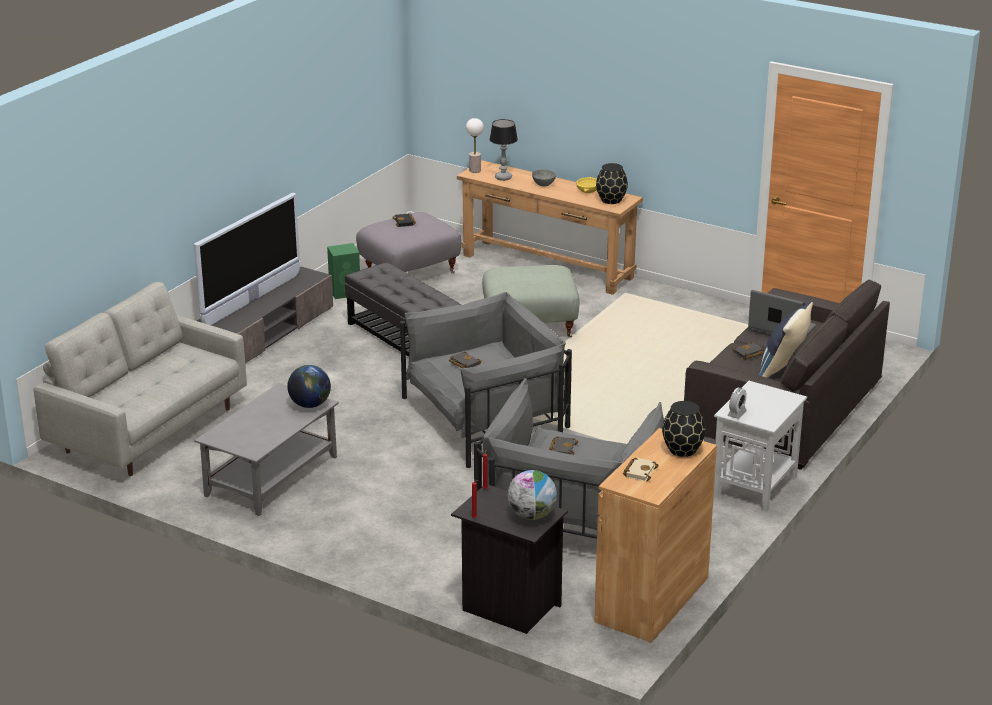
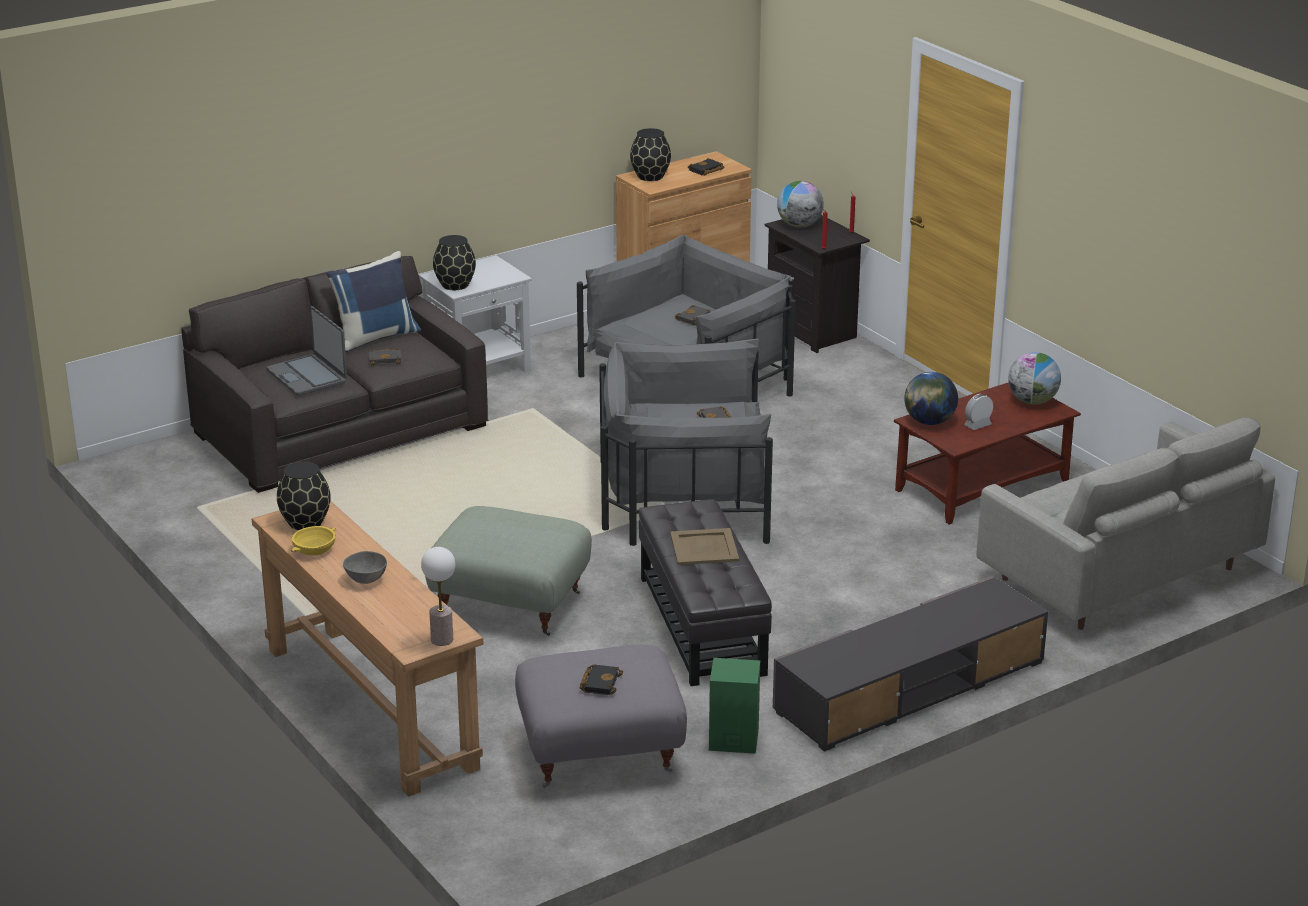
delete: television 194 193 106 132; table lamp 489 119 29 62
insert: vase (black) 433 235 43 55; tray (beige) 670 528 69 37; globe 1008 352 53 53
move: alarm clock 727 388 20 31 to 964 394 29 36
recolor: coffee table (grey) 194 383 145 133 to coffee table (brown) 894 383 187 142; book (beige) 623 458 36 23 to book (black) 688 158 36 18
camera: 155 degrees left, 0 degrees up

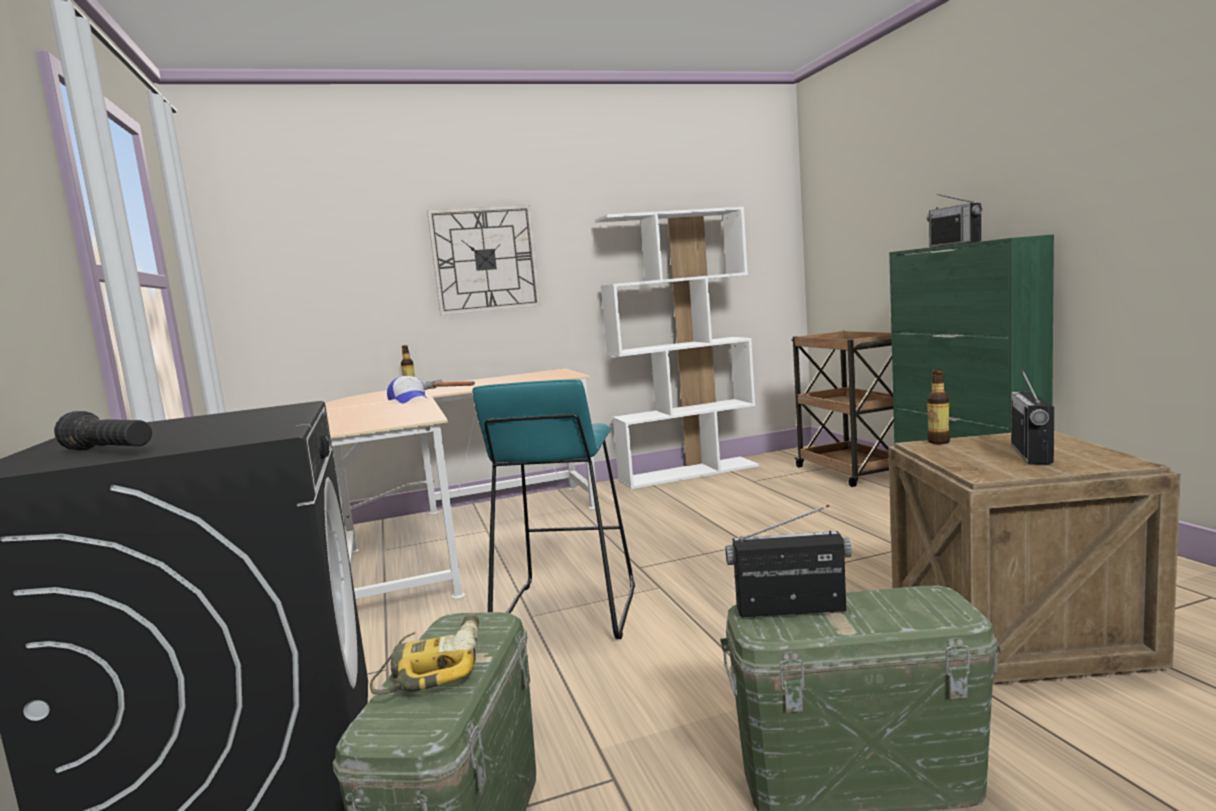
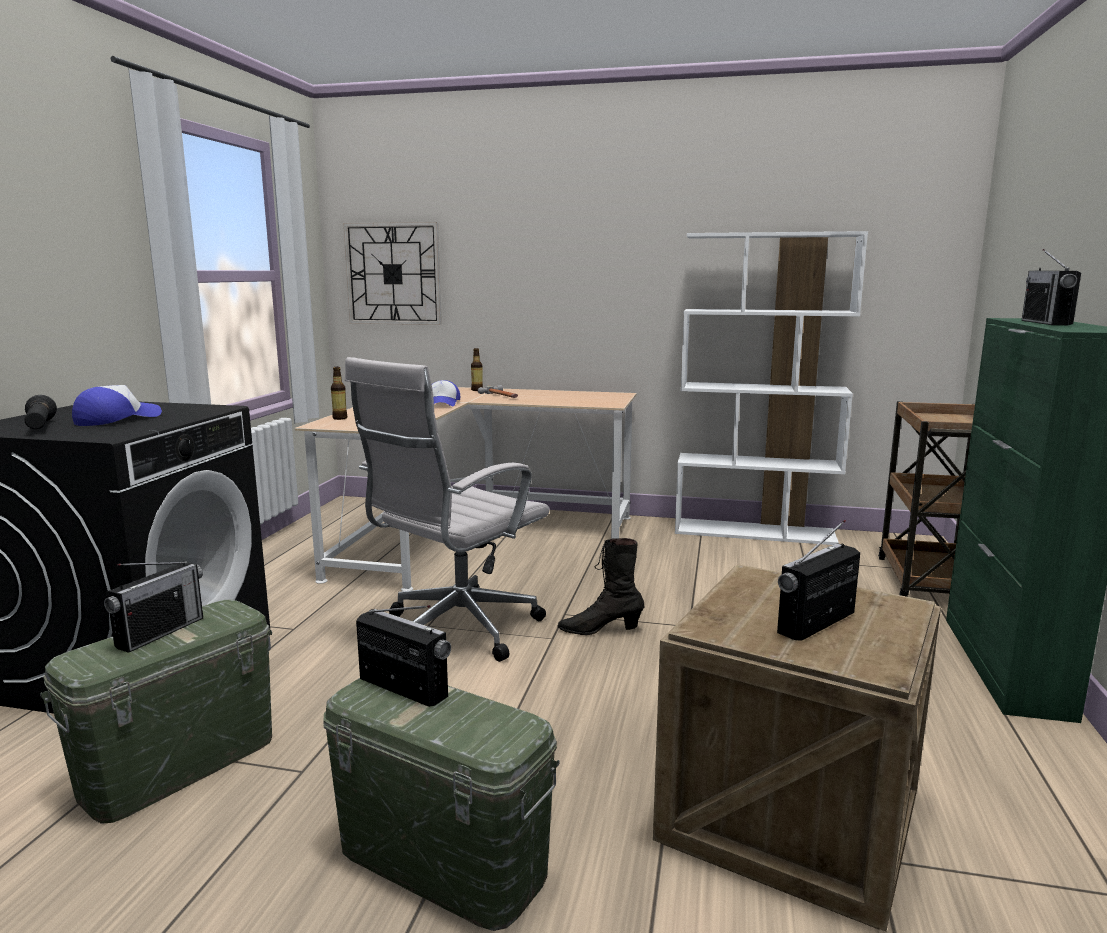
insert: cap 72 385 90 41; boot (black) 557 538 87 97
move: wall clock 427 205 114 110 to 343 222 99 103; bottle 927 369 23 75 to 331 367 16 53
replace: power drill 370 614 109 80 to radio 104 561 99 92; stool (turquoise) 472 379 163 260 to office chair (white) 345 357 204 305
camera: 30 degrees right, 5 degrees up

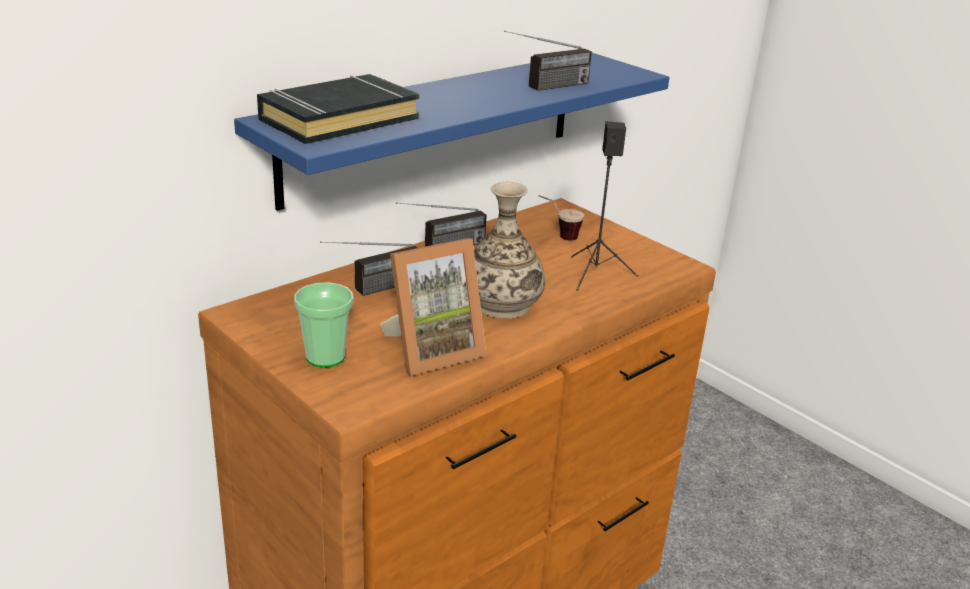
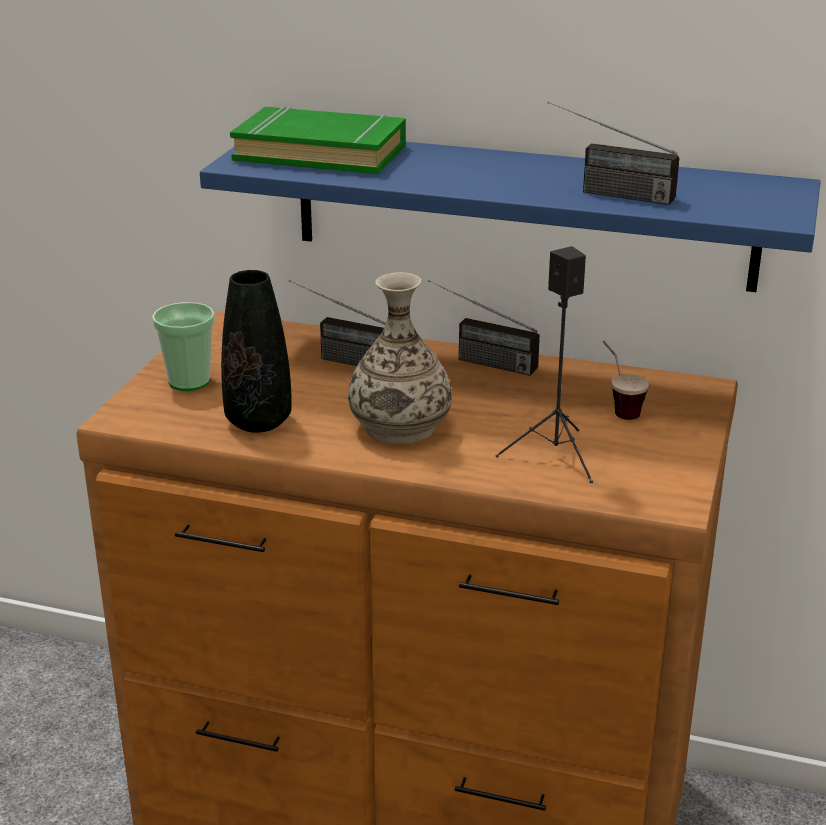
replace: picture frame 380 238 106 138 to vase (black) 221 270 71 163
recolor: book (black) 257 74 163 70 to book (green) 230 106 176 68
camera: 60 degrees right, 0 degrees up

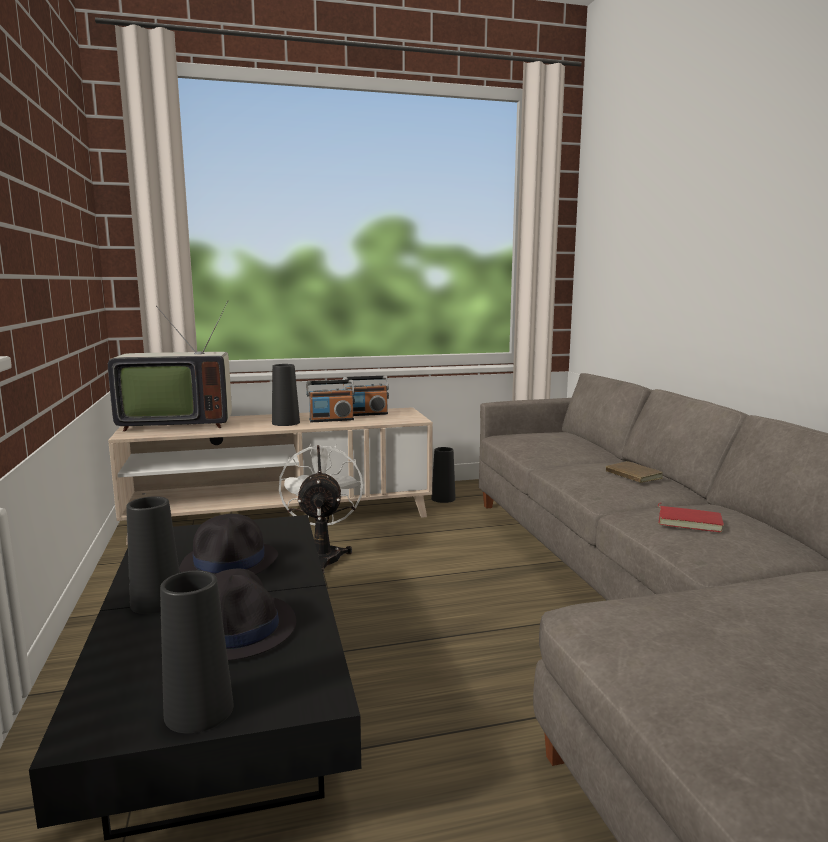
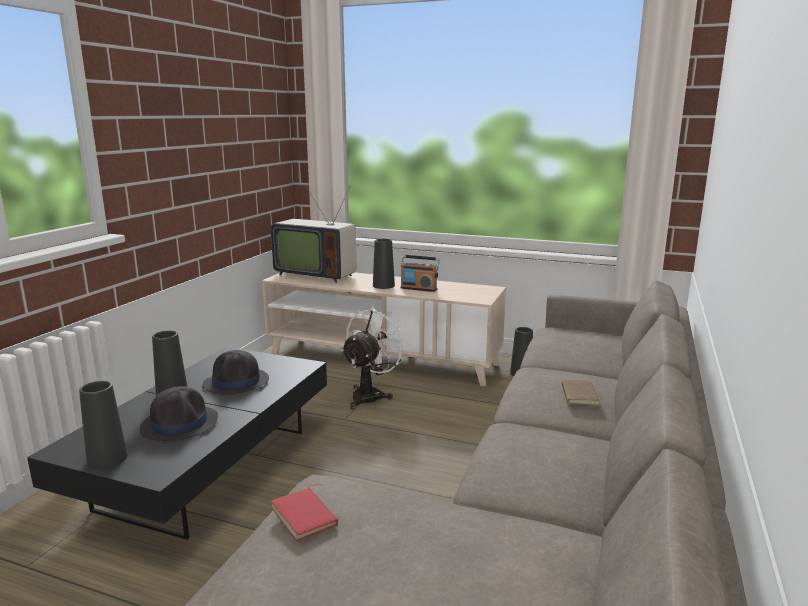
delete: radio 343 376 46 40
move: book (red) 658 503 66 30 to 271 484 67 57
camera: 35 degrees right, 5 degrees up

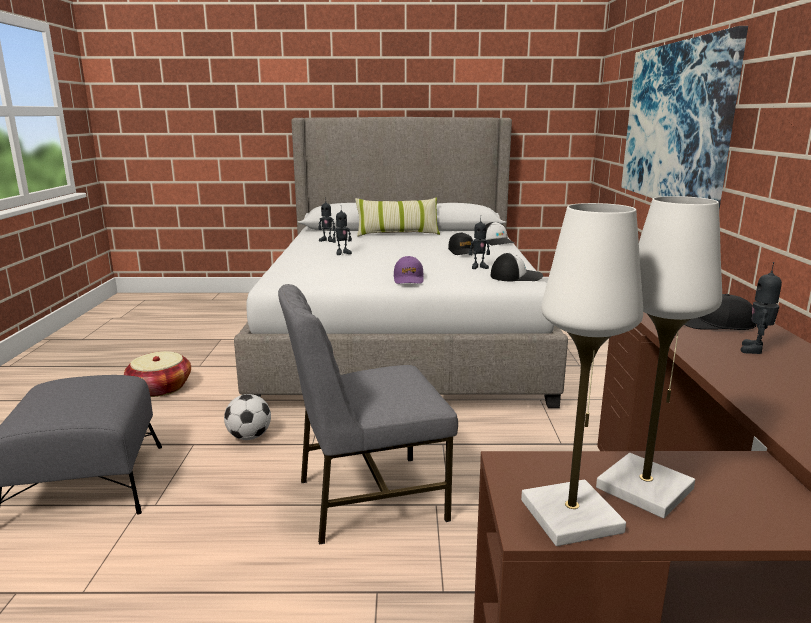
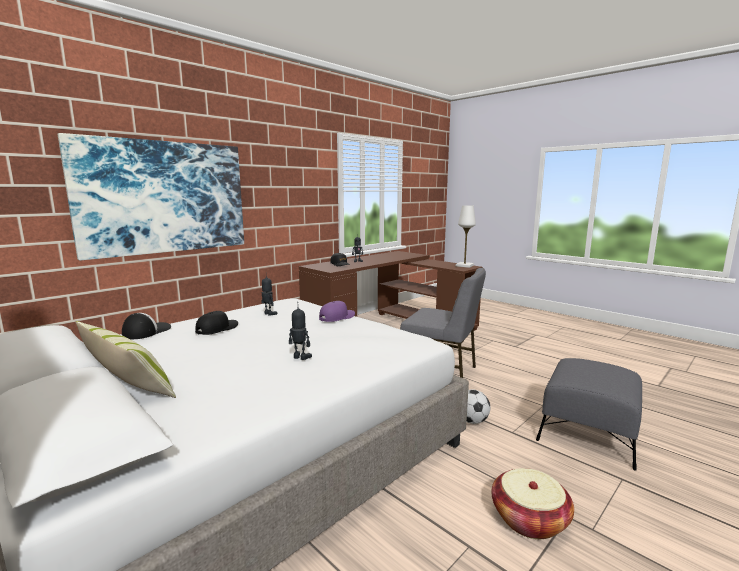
delete: toy robot 318 197 17 45; cap 491 253 52 28; table lamp (white) 596 196 126 322
camera: 135 degrees left, 5 degrees down

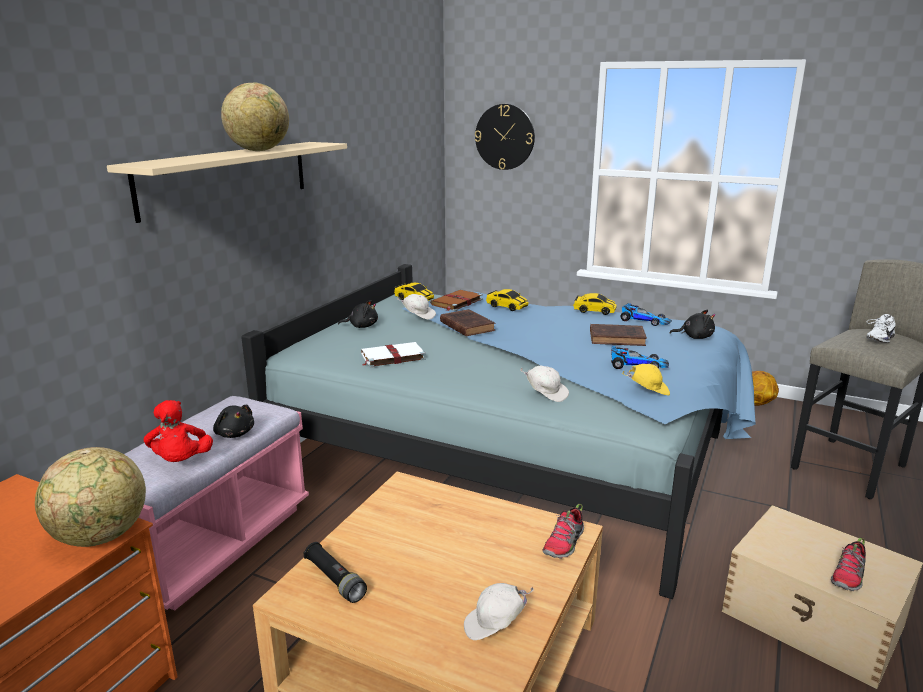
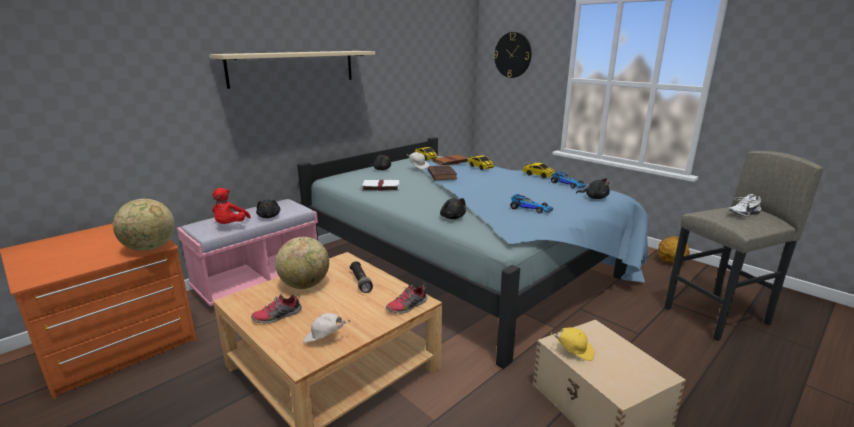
delete: book (brown) 590 324 57 22
move: globe 221 82 68 69 to 276 237 53 52; flashlight (black) 303 542 64 61 to 350 261 23 32; cap (yellow) 622 364 48 31 to 550 327 44 34; shoe 831 538 35 53 to 251 294 51 30
replace: cap (white) 520 366 49 36 to plush toy (black) 440 198 26 21
camera: 20 degrees right, 0 degrees up

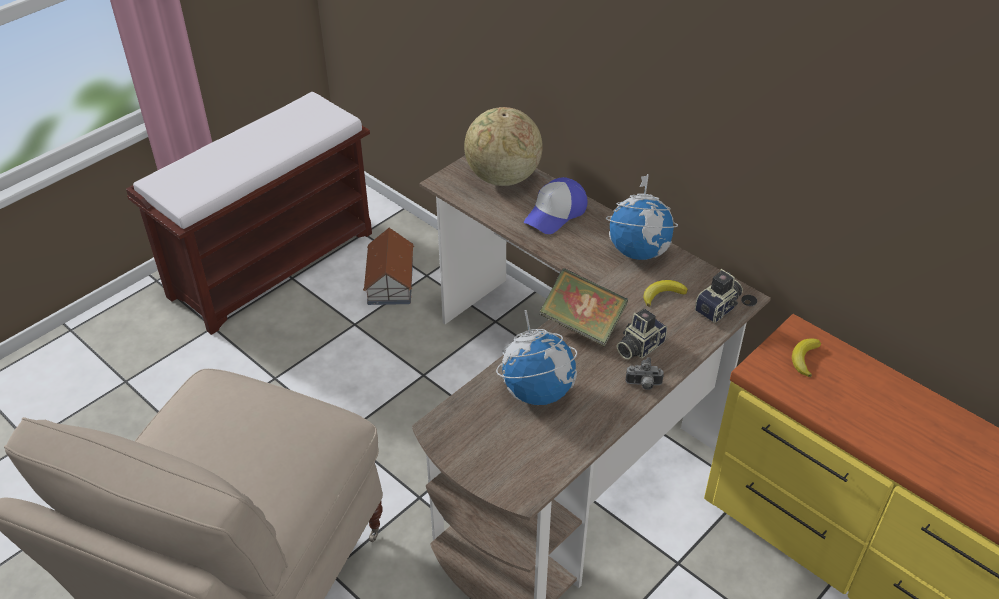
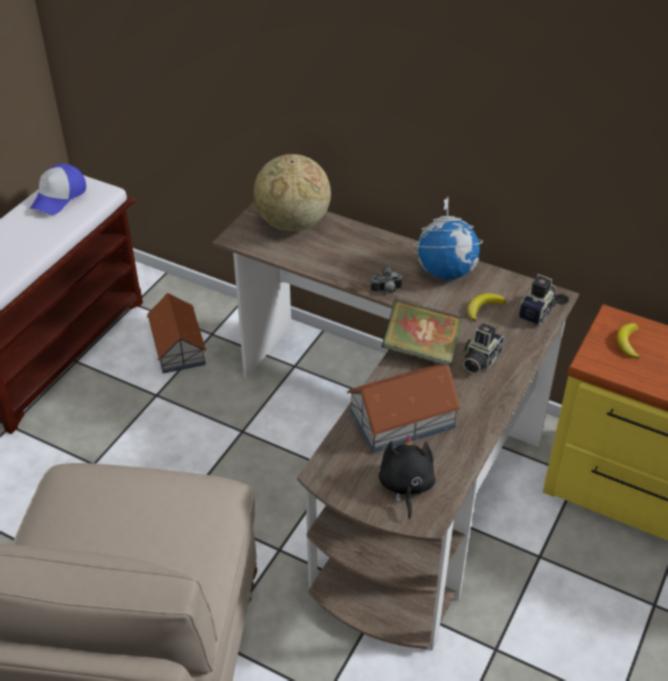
insert: plush toy (black) 379 435 56 84
move: cap 524 177 63 57 to 30 163 56 52; photo camera 625 357 39 33 to 371 265 32 29
replace: globe 496 310 81 95 to toy house 347 365 114 88
camera: 15 degrees left, 0 degrees up

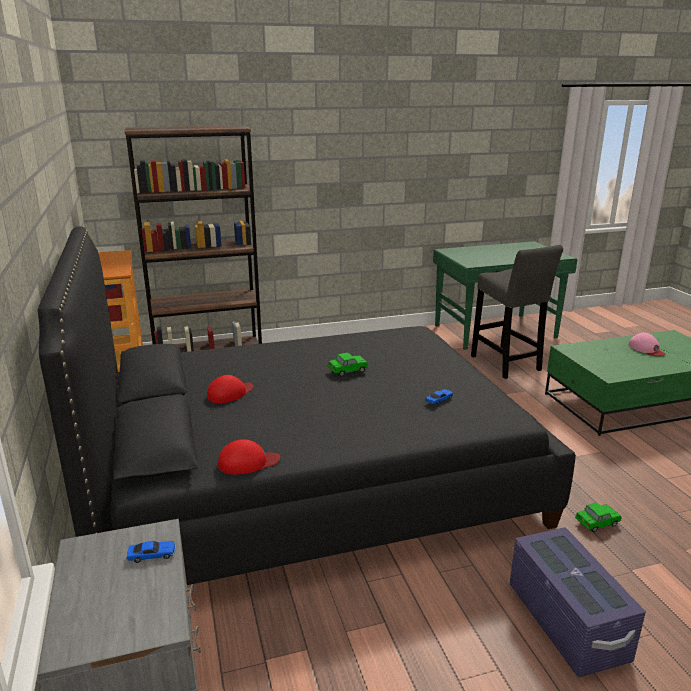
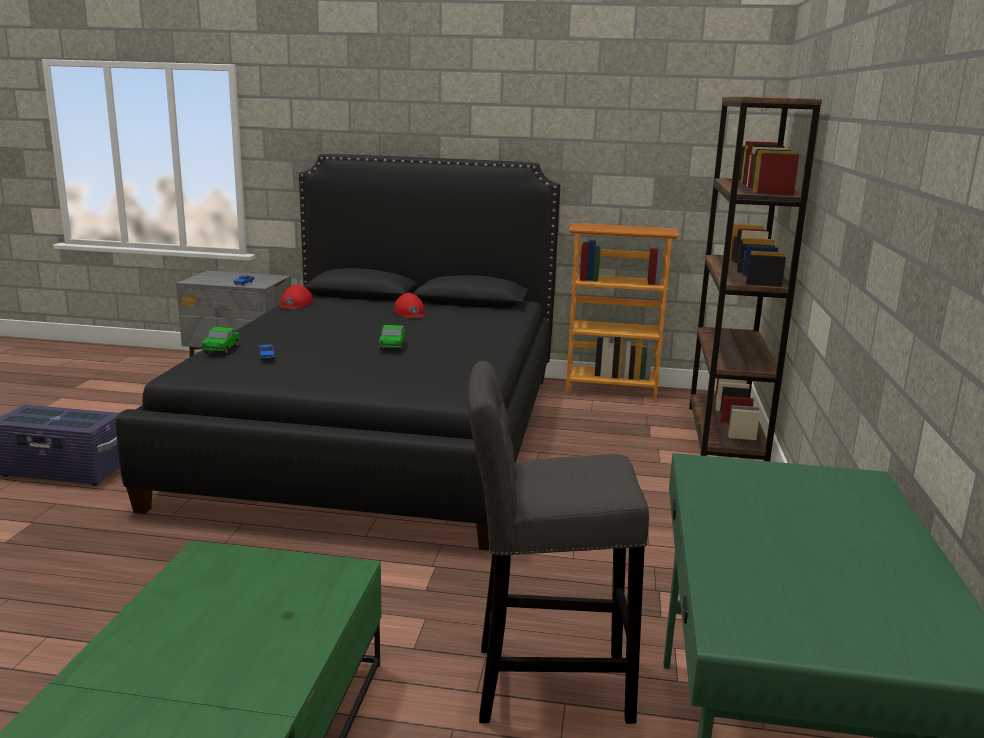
delete: cap (pink) 629 332 37 24
move: toy car 575 502 47 30 to 201 327 39 27
camera: 115 degrees right, 5 degrees down

